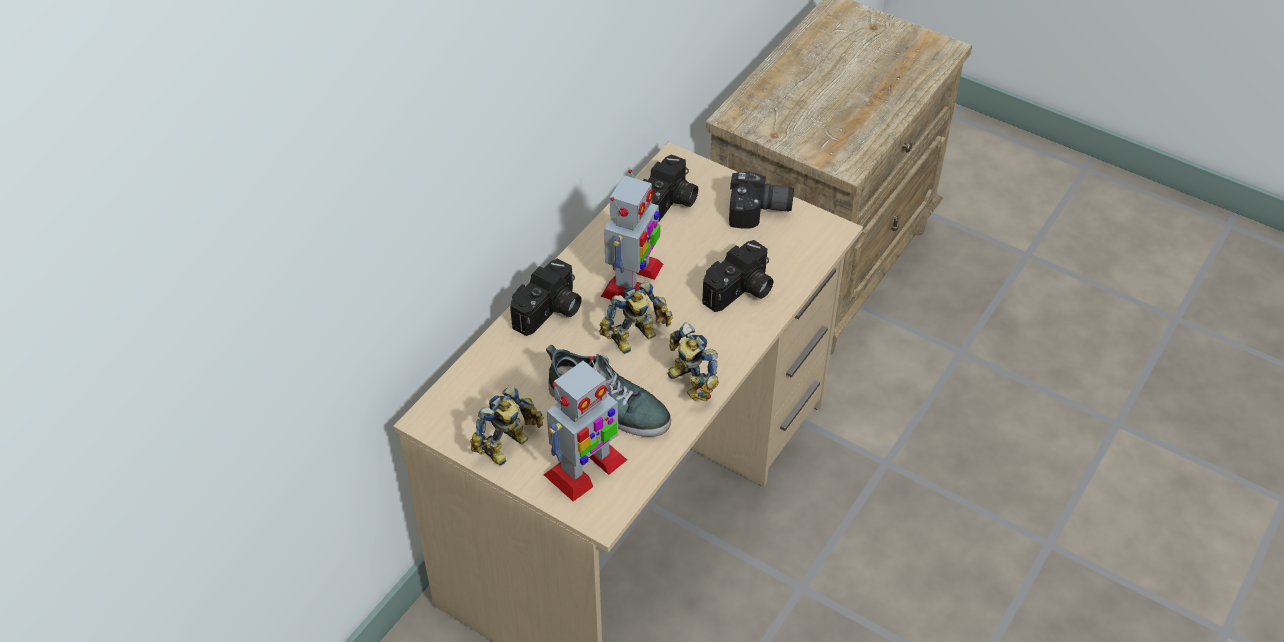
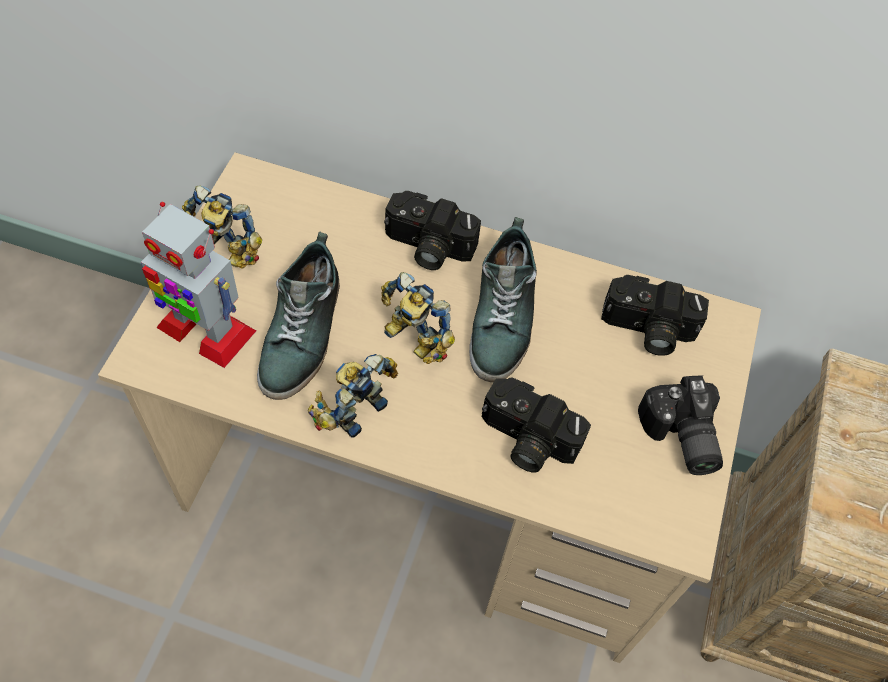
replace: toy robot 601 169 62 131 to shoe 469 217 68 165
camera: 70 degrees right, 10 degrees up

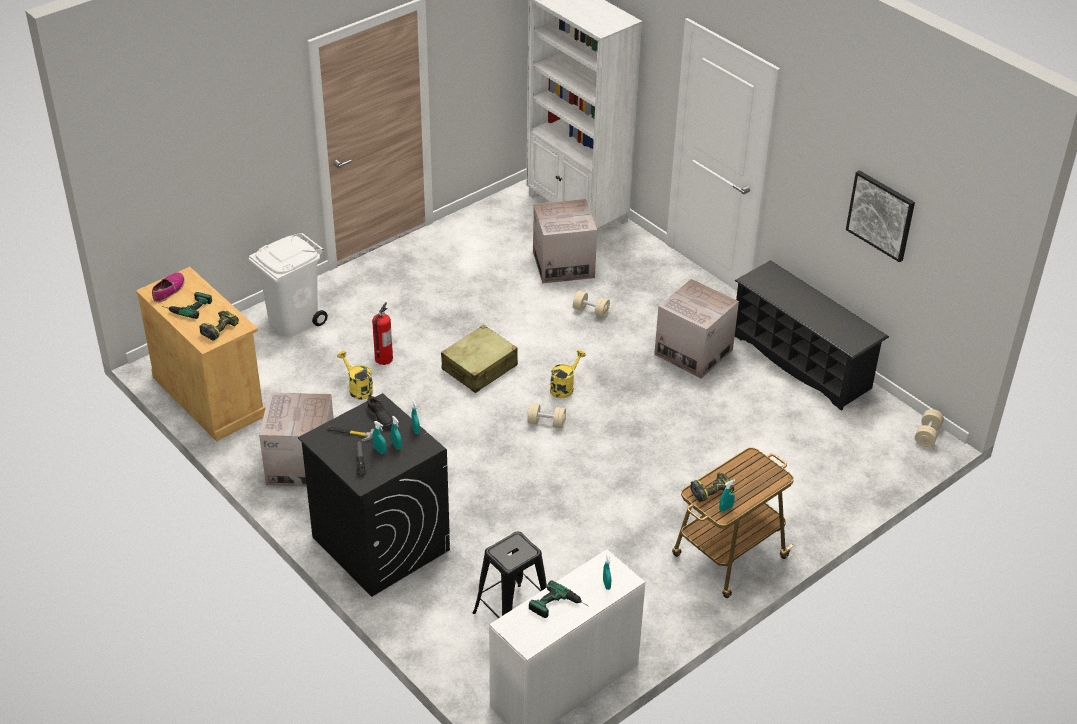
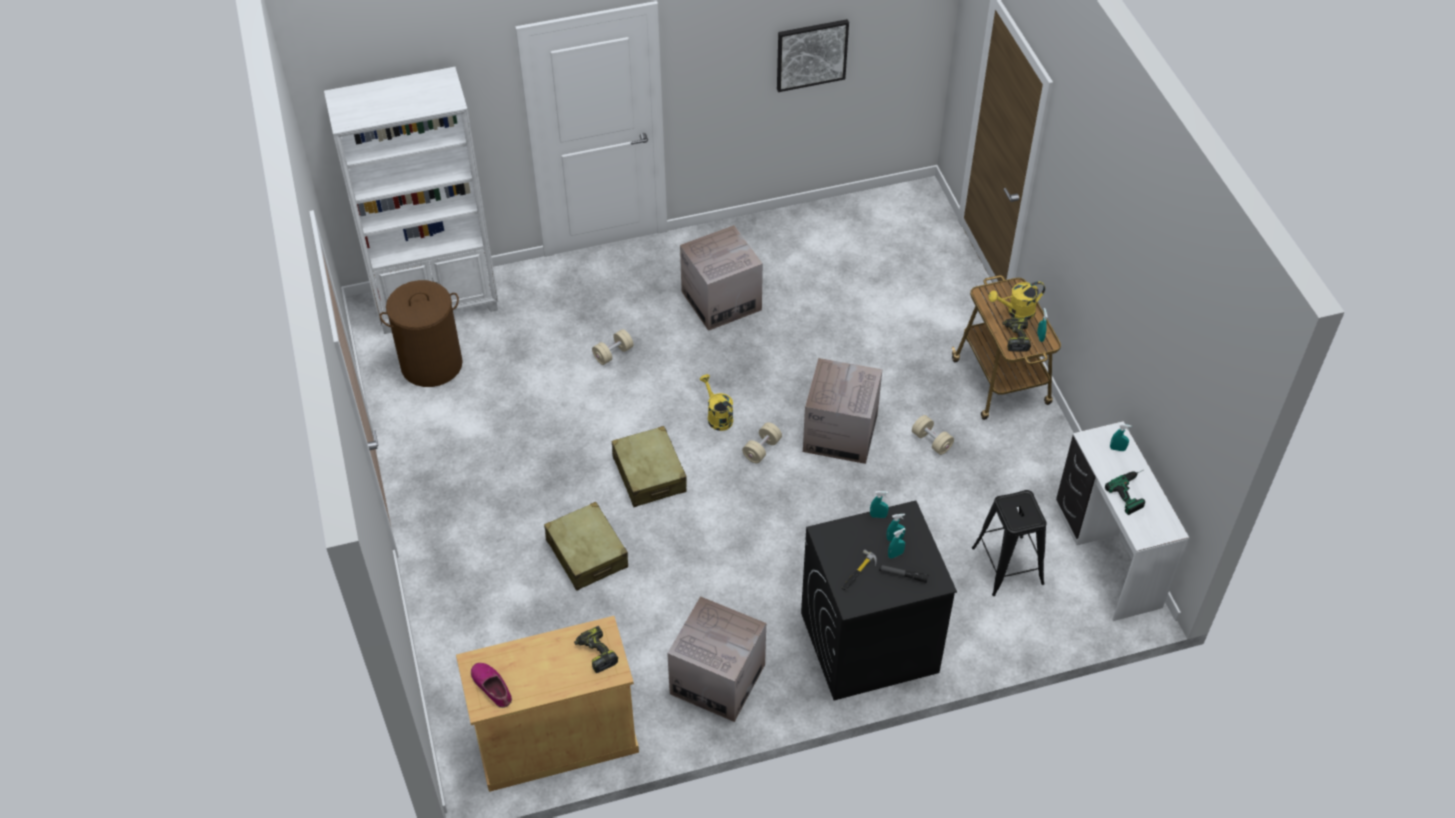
delete: power drill 162 292 50 27; trash can (white) 249 233 79 104; shoe (black) 367 394 26 33; shoe rack (black) 735 260 154 151
insert: laundry basket (brown) 380 280 83 107
move: watering can (yellow) 337 351 36 49 to 988 281 57 39; cardboard box 533 199 64 85 to 803 358 80 106; dumbbell (beige) 915 409 29 38 to 912 415 42 40
replace: fire extinguisher 372 302 21 63 to suitcase (beige) 544 502 84 89
camera: 65 degrees left, 10 degrees up

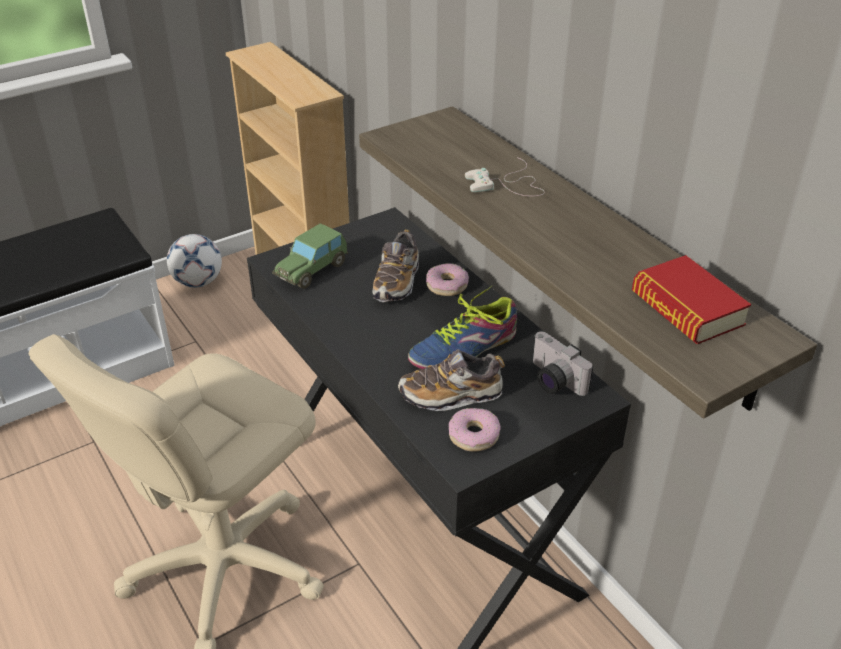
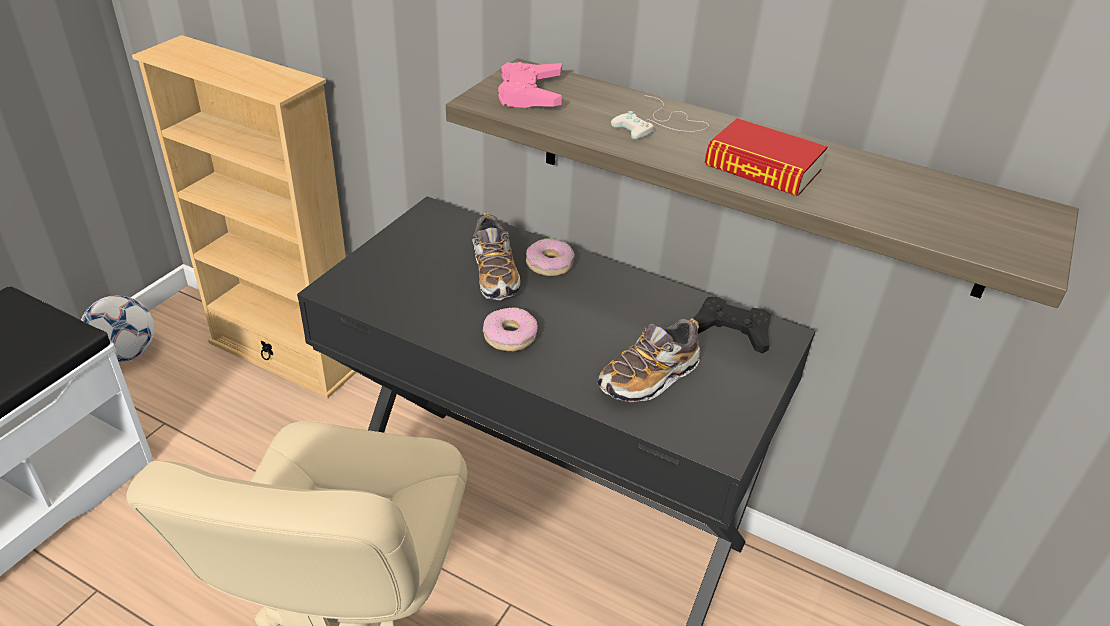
delete: toy car 272 223 76 66; shoe 408 286 109 83
insert: game controller (pink) 498 62 64 46
move: donut 449 408 51 43 to 483 307 55 44; book 632 255 119 89 to 705 118 123 78
replace: photo camera 533 332 60 64 to game controller (black) 693 297 78 57
camera: 30 degrees left, 0 degrees up

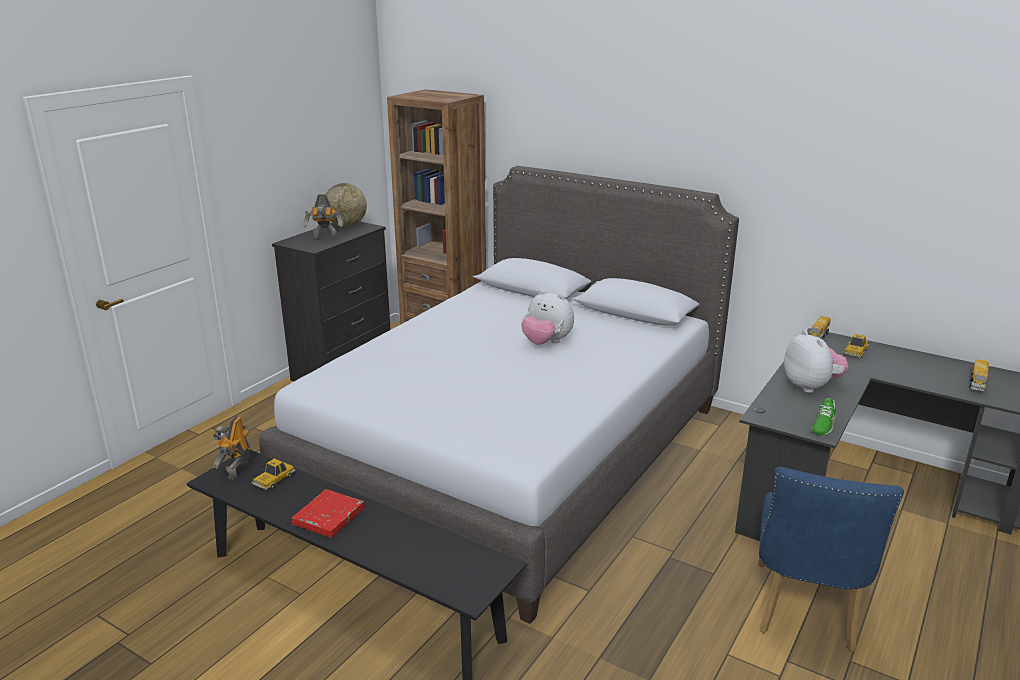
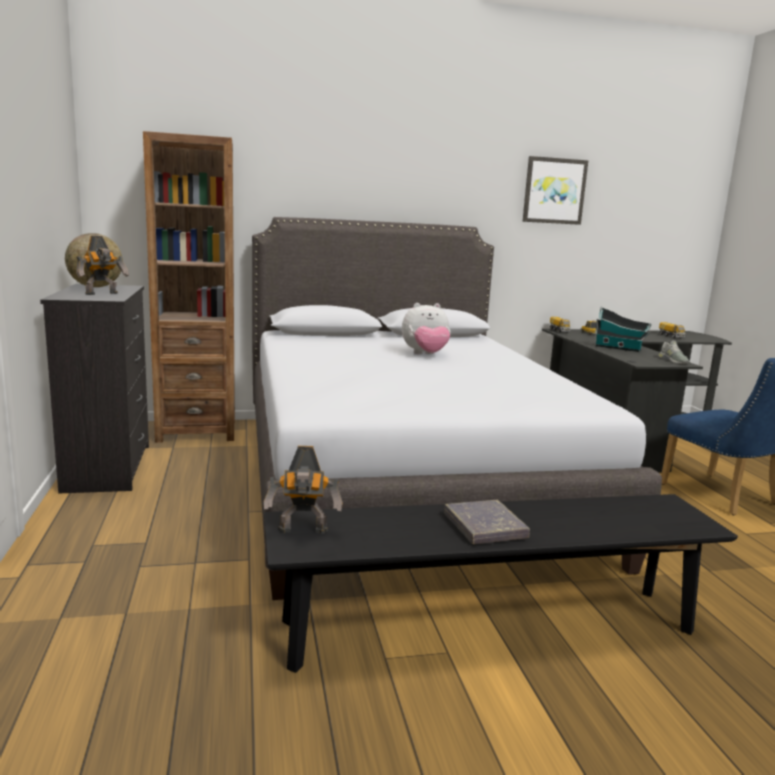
delete: toy car 251 458 45 32
insert: picture 522 156 66 69
replace: plush toy 784 330 64 63 to toy house 595 307 56 45
recolor: book (red) 292 489 73 49 to book (grey) 444 500 86 44; shoe (green) 811 398 25 37 to shoe (grey) 658 340 31 24
rotate: toy robot 213 416 37 65 = 264 446 79 88 60 degrees counterclockwise
camera: 45 degrees left, 10 degrees down

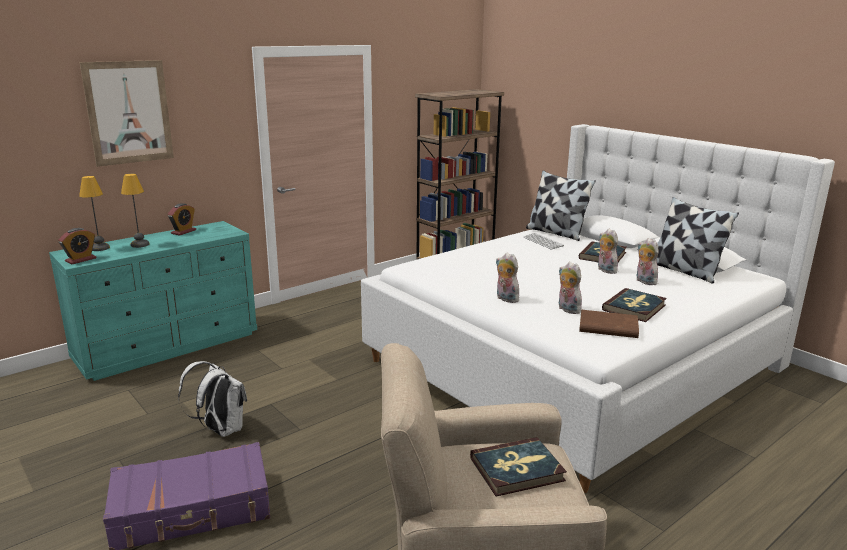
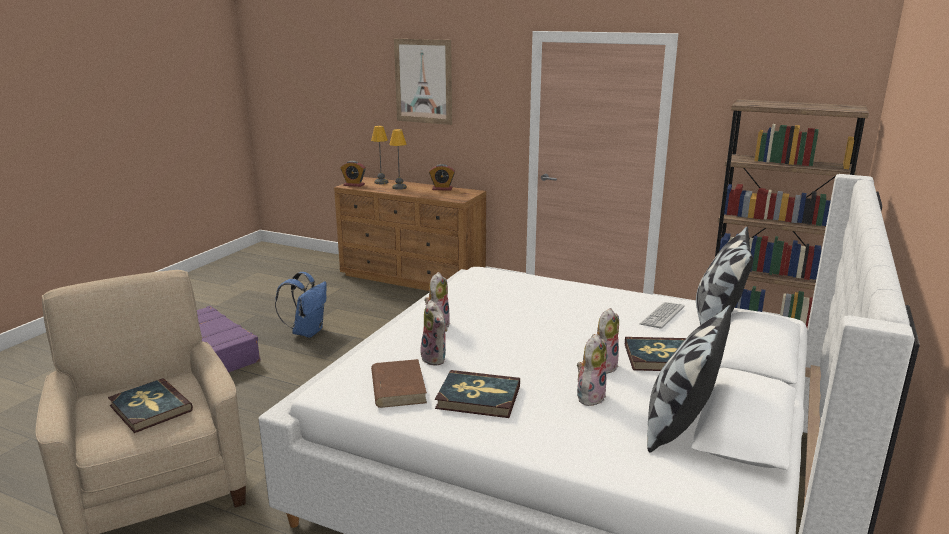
recolor: dresser (turquoise) 49 221 208 160 to dresser (brown) 334 177 152 114; backpack (white) 178 361 69 76 to backpack (blue) 275 272 52 66
rotate: plush toy 558 262 24 52 = 420 300 28 66 120 degrees clockwise
camera: 65 degrees right, 0 degrees up

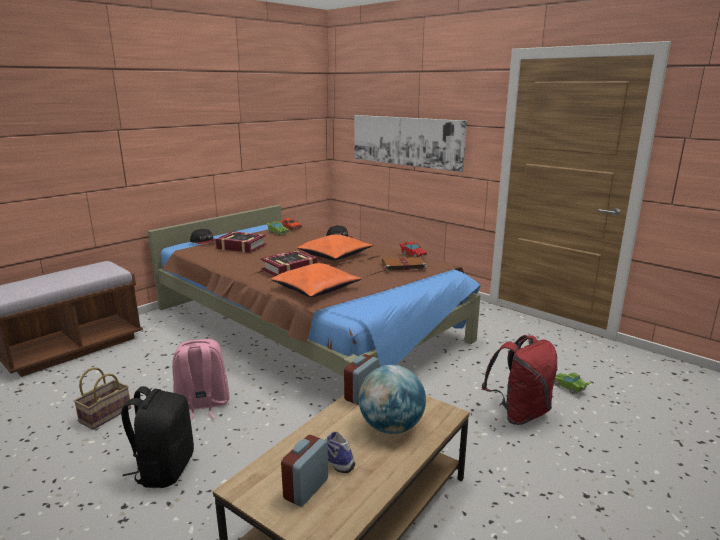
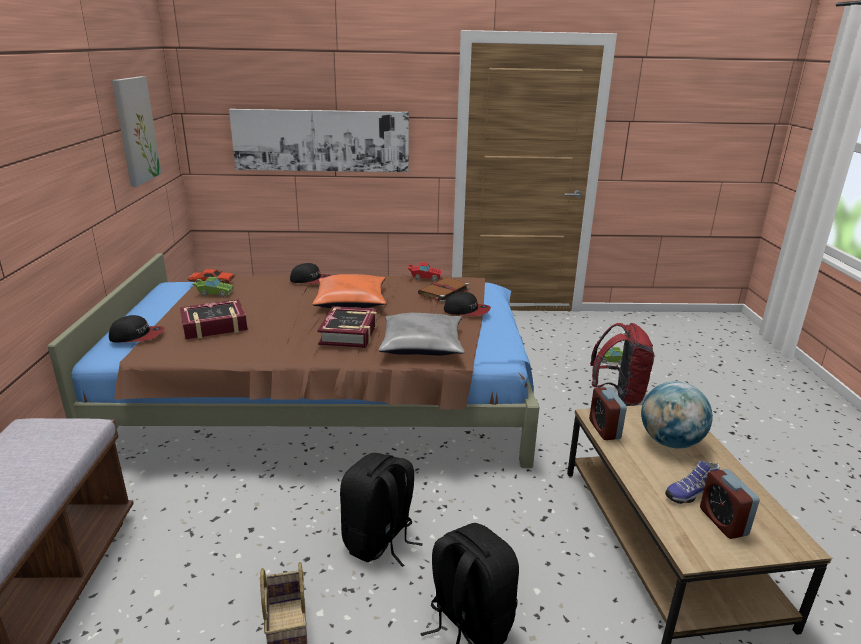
insert: picture 112 76 50 111; cap 444 292 47 24
recolor: backpack (pink) 172 339 57 80 to backpack (black) 340 453 83 114; pillow (orange) 271 263 91 34 to pillow (grey) 379 313 85 43
camera: 45 degrees left, 5 degrees up

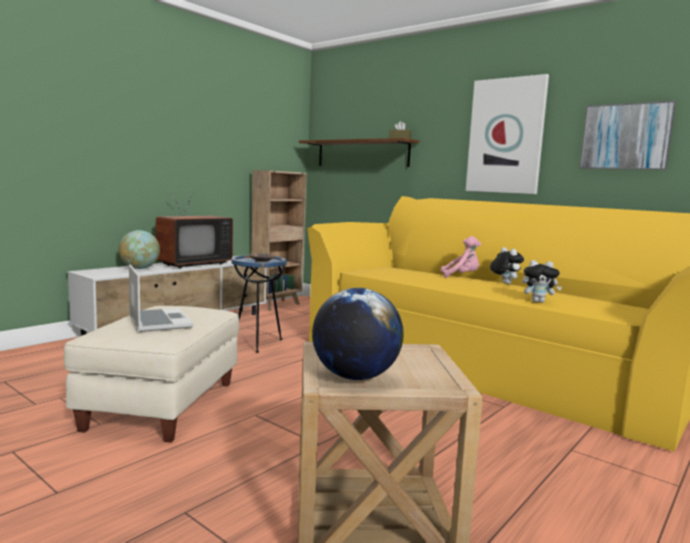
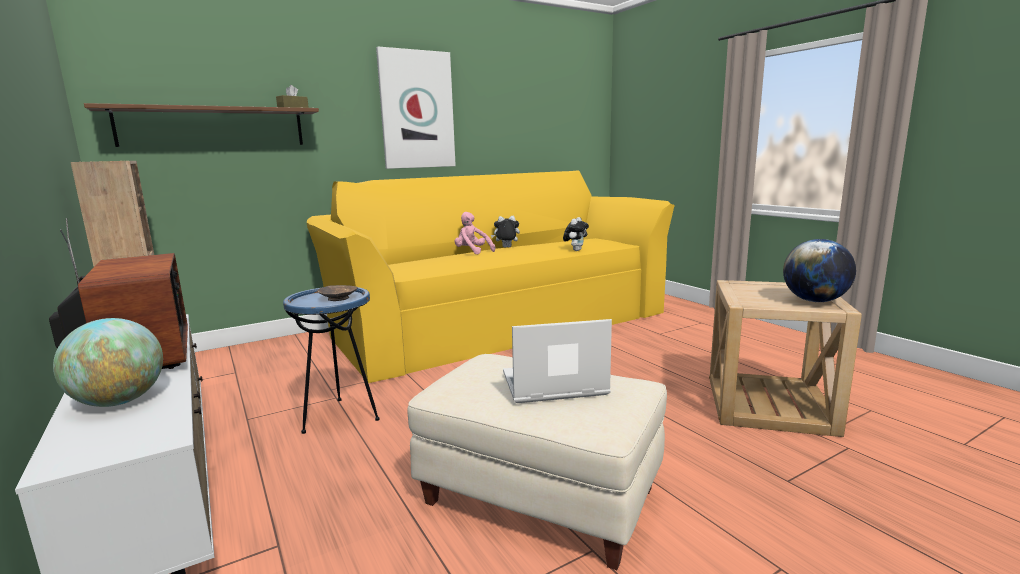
delete: picture 580 101 96 69
rotate: plush toy (pink) 441 236 40 42 = 455 212 40 42 75 degrees counterclockwise
camera: 70 degrees left, 5 degrees up

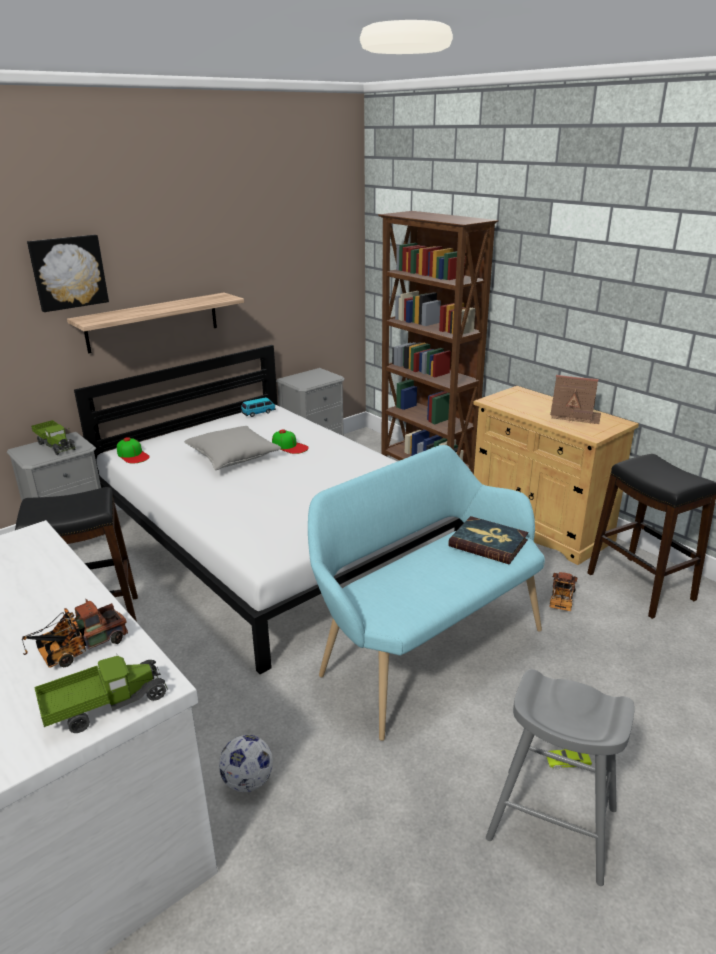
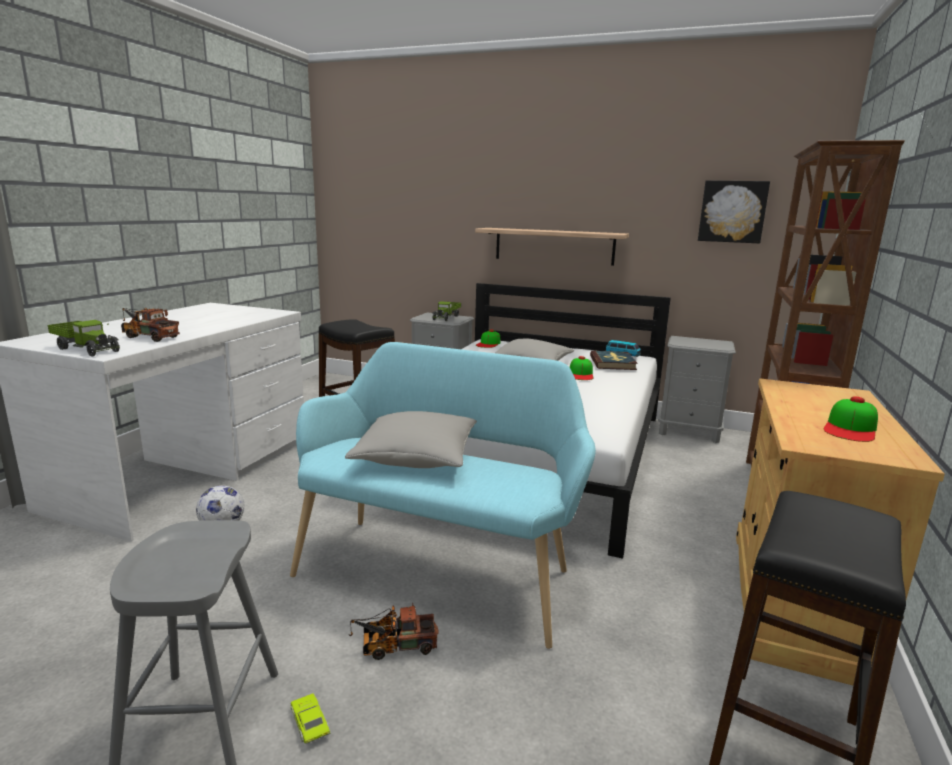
insert: pillow (grey) 345 411 132 57
move: picture 27 235 82 77 to 698 180 72 63; book 448 516 81 48 to 590 351 48 19; toy truck 549 572 29 39 to 349 603 90 57
replace: toy house 550 375 51 49 to cap 824 396 54 46
camera: 60 degrees right, 10 degrees down

